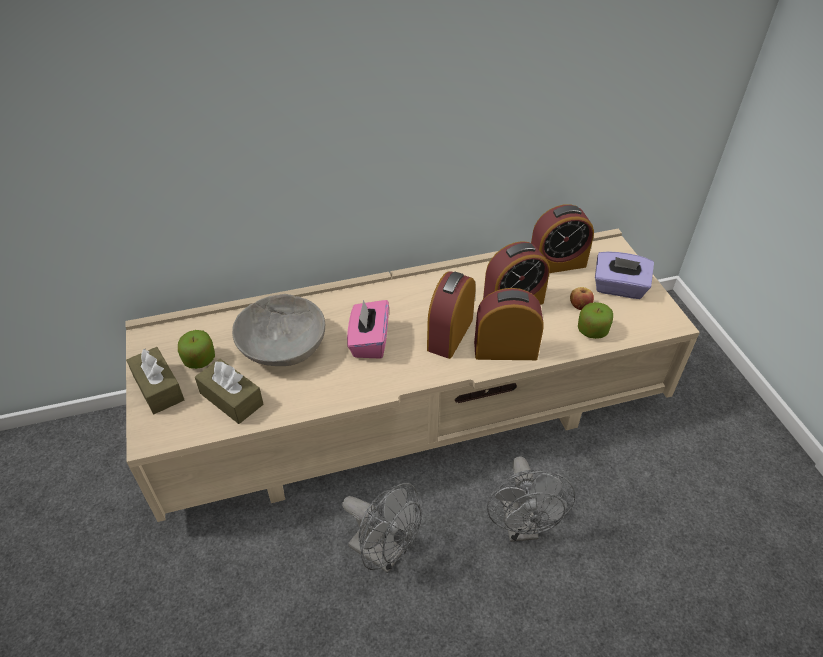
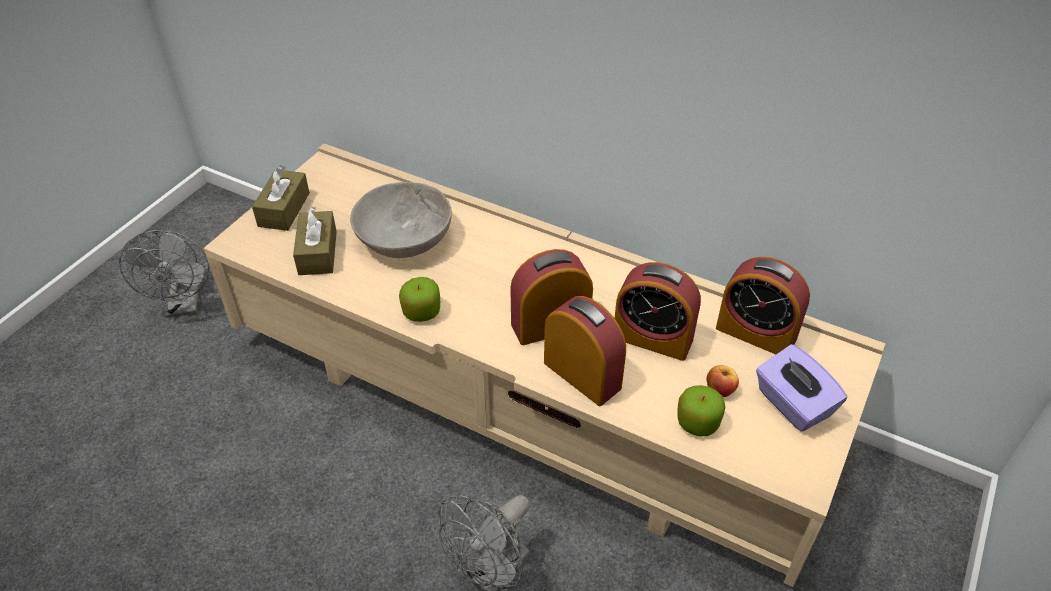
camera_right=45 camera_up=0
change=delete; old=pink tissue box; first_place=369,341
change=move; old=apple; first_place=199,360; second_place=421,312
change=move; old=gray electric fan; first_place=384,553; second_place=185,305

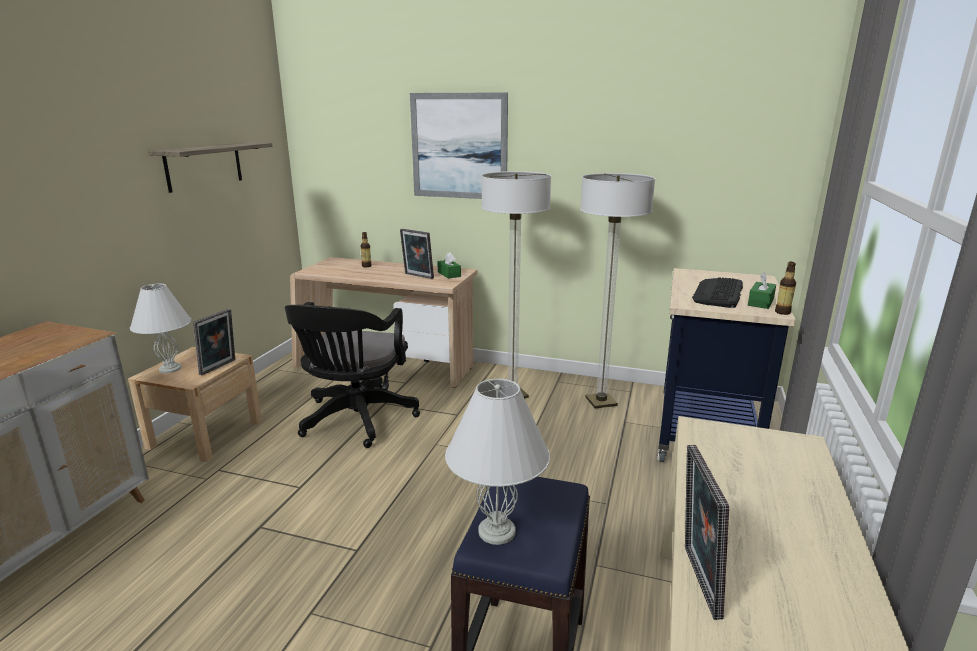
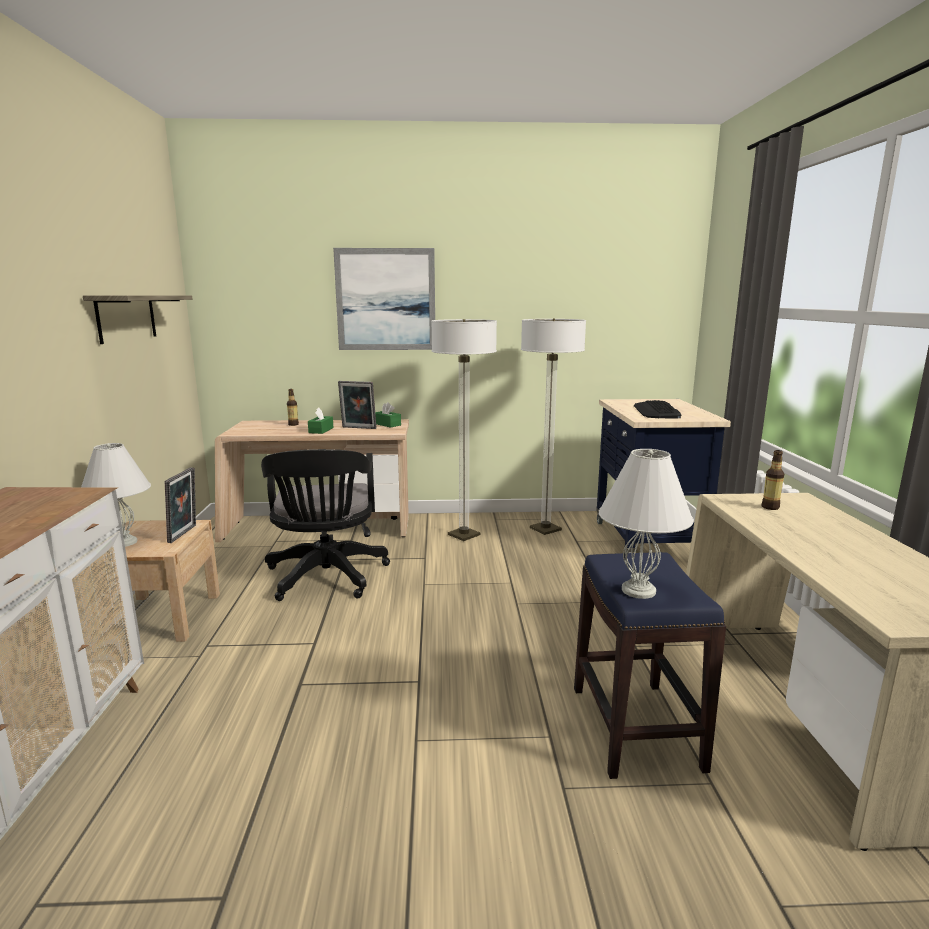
camera_right=-20 camera_up=-5
change=delete; old=standing frame; first_place=696,580
change=move; old=greenish tissue box; first_place=760,302; second_place=321,430
change=move; old=drink bottle; first_place=782,312; second_place=770,507

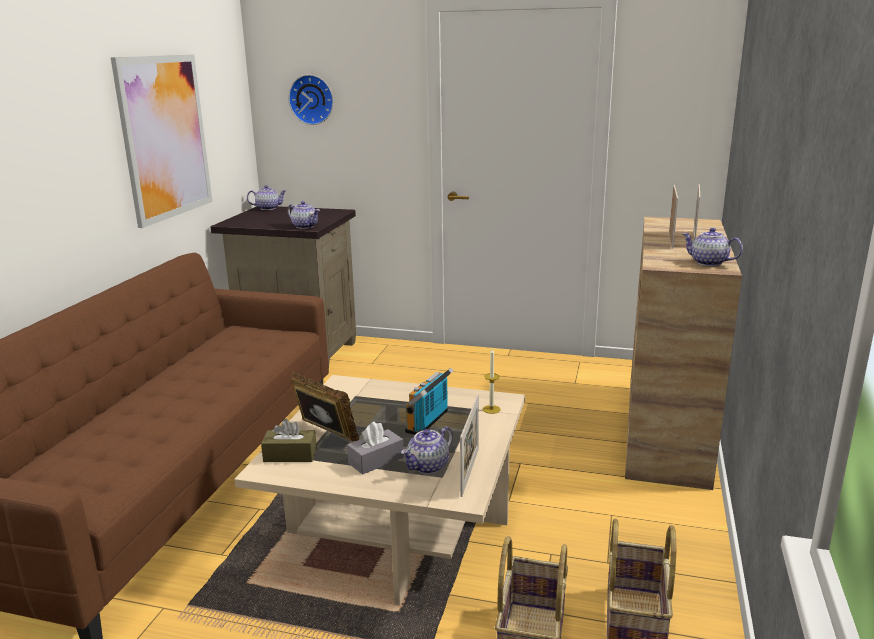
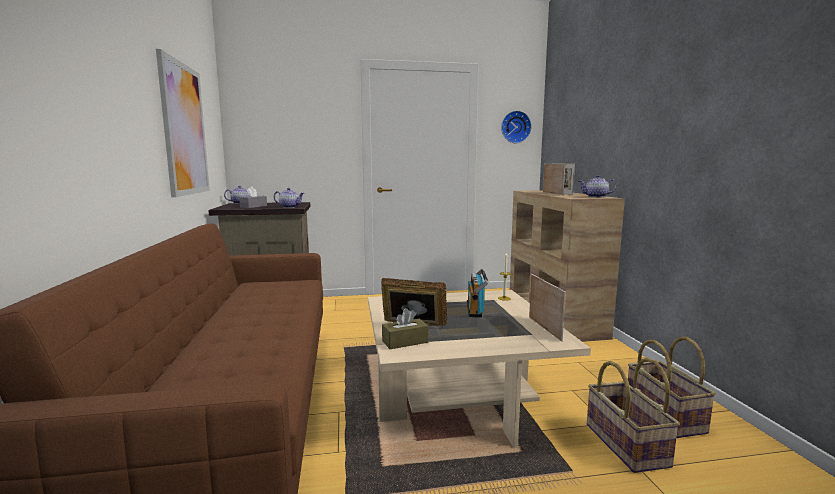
camera_right=-25 camera_up=-10
change=delete; old=tea pot; first_place=428,466
change=move; old=hanging clock; first_place=312,99; second_place=515,127
change=move; old=gray tissue box; first_place=376,460; second_place=253,206

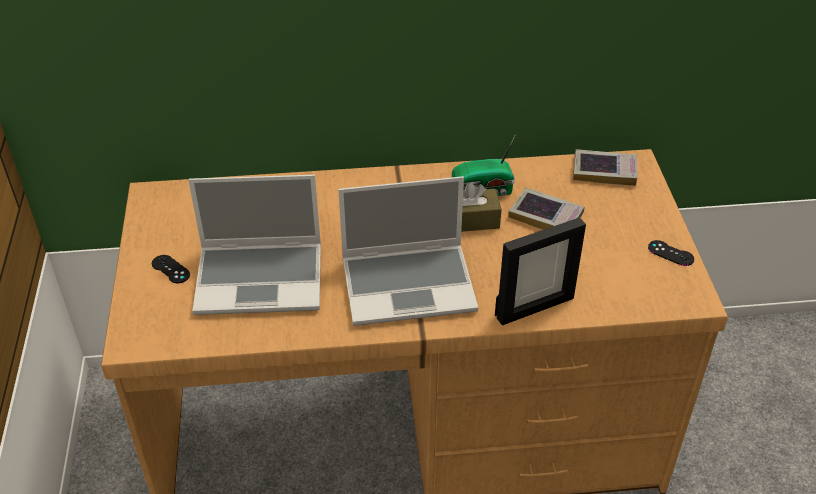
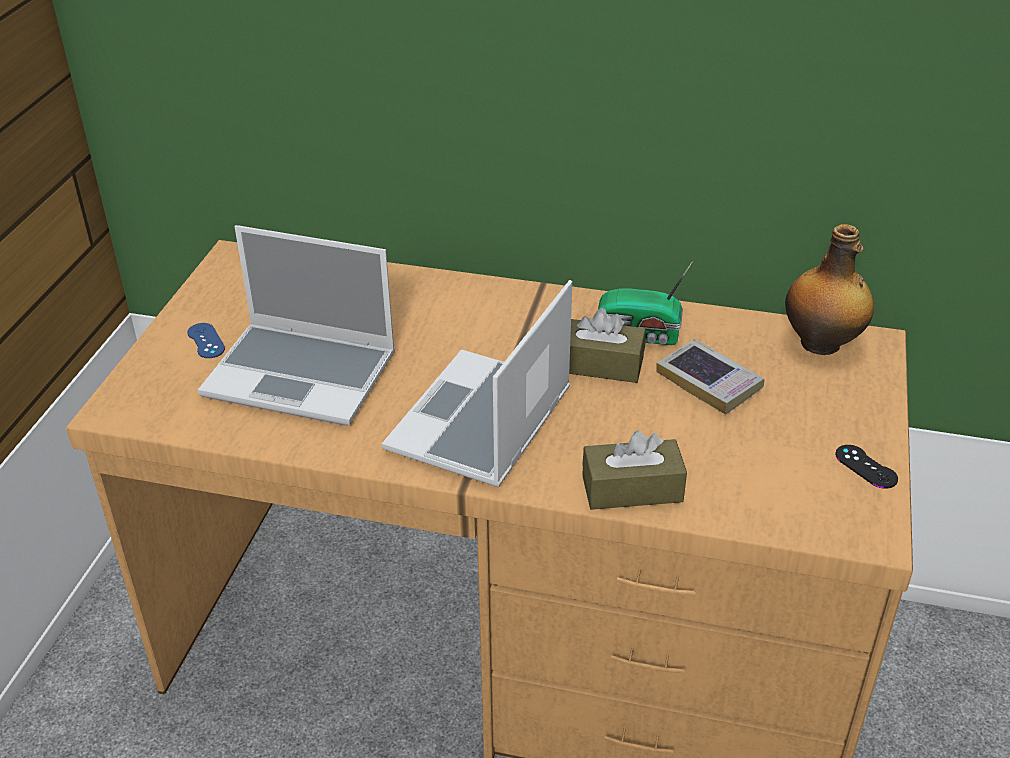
camera_right=20 camera_up=-5
change=replace; old=standing frame; new=brownish tissue box; first_place=534,307; second_place=632,489
change=replace; old=volume; new=drink bottle; first_place=604,171; second_place=821,344
change=recolor; old=black-coloured gamepad; new=blue-coloured gamepad; first_place=170,269; second_place=206,341
change=rotate; old=notebook computer; first_place=410,284; second_place=481,423; degrees=105

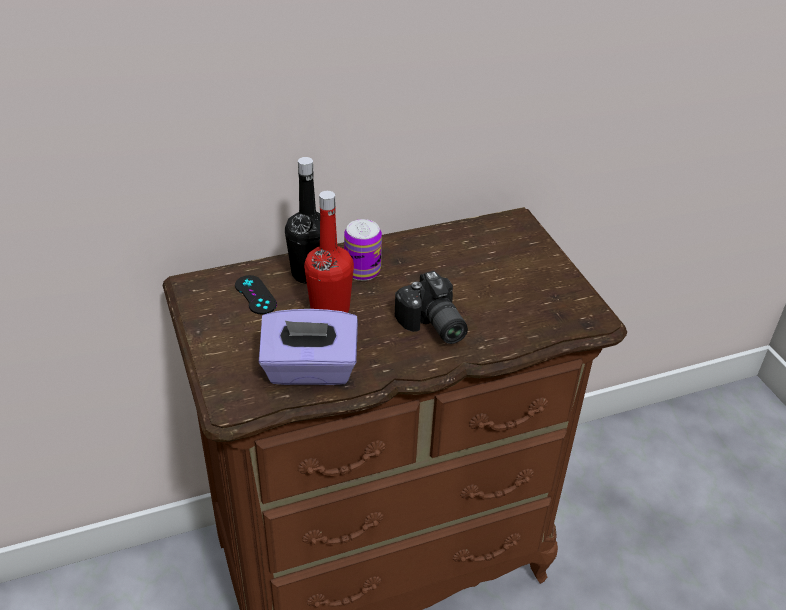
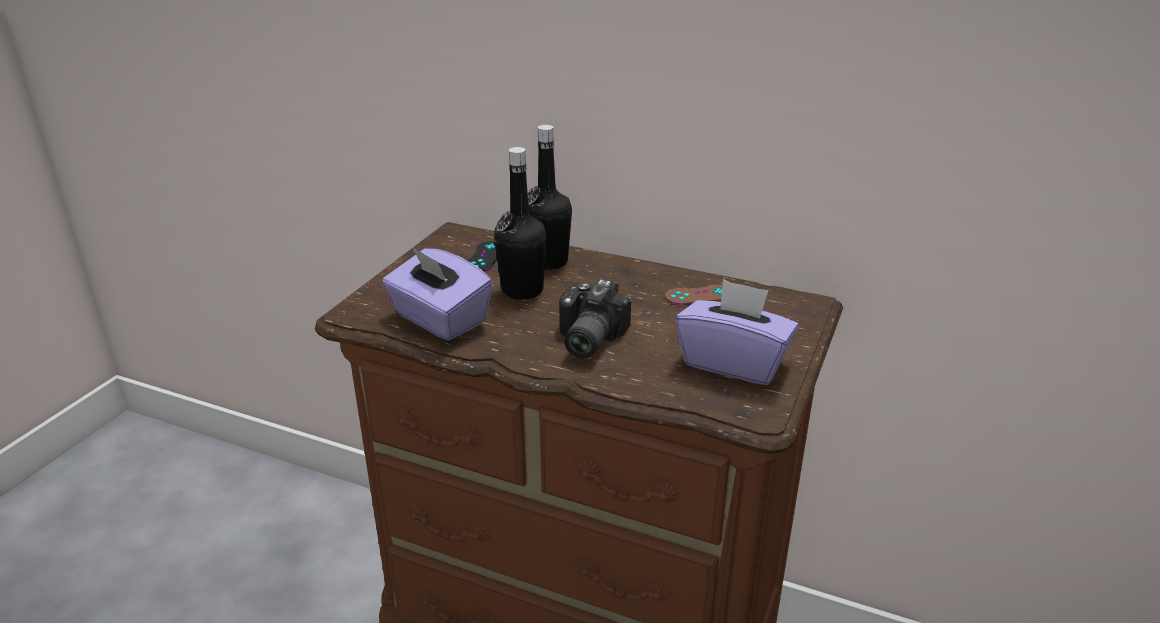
camera_right=45 camera_up=-10
change=delete; old=can; first_place=362,270
change=insert; new=brownish gamepad; second_place=698,295
change=insert; new=purple-coloured tissue box; second_place=734,362
change=recolor; old=reddish drink bottle; new=black-coloured drink bottle; first_place=330,309; second_place=522,290

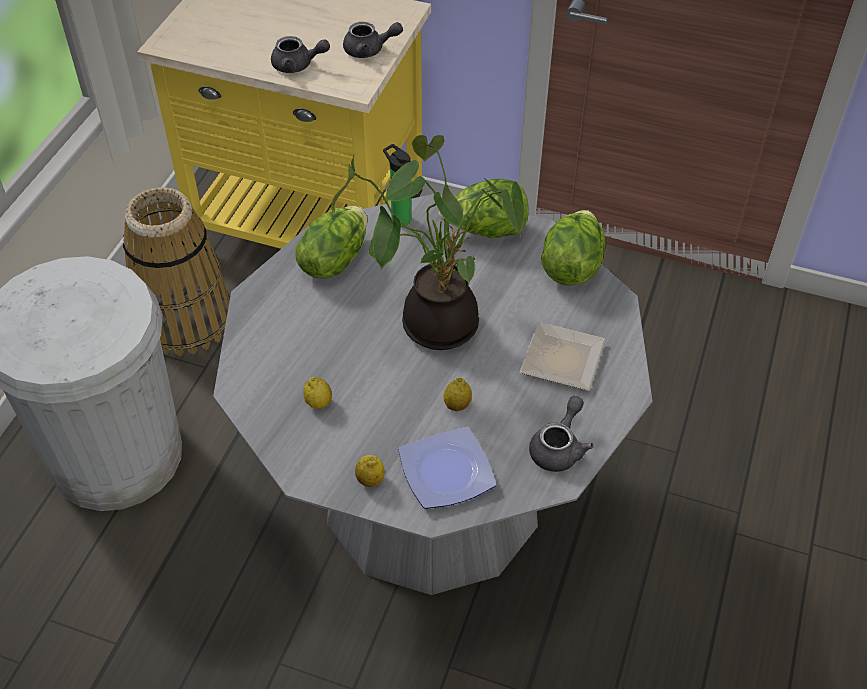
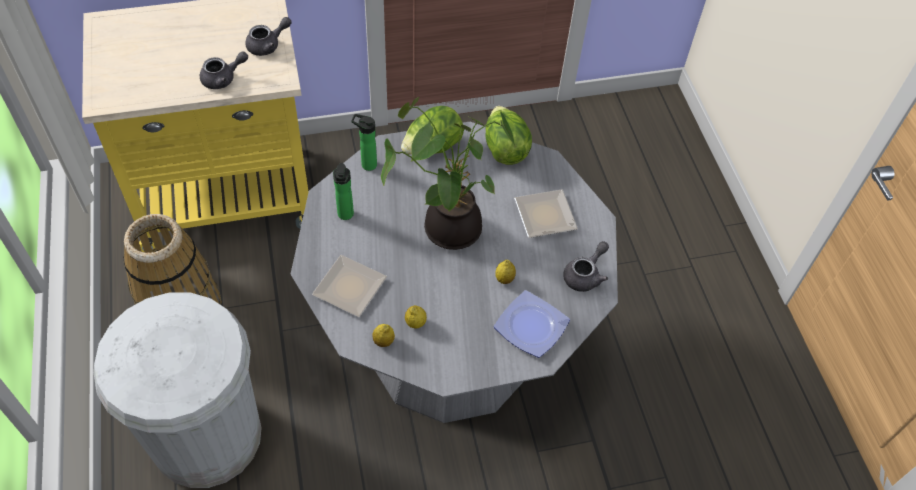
camera_right=-35 camera_up=5
change=insert; new=dinner plate; second_place=350,290
change=move; old=whole lemon; first_place=370,480; second_place=383,341
change=replace; old=head of lettuce; new=drink bottle; first_place=333,260; second_place=345,216
change=rotate; old=gray tea pot; first_place=559,448; second_place=585,275; degrees=45

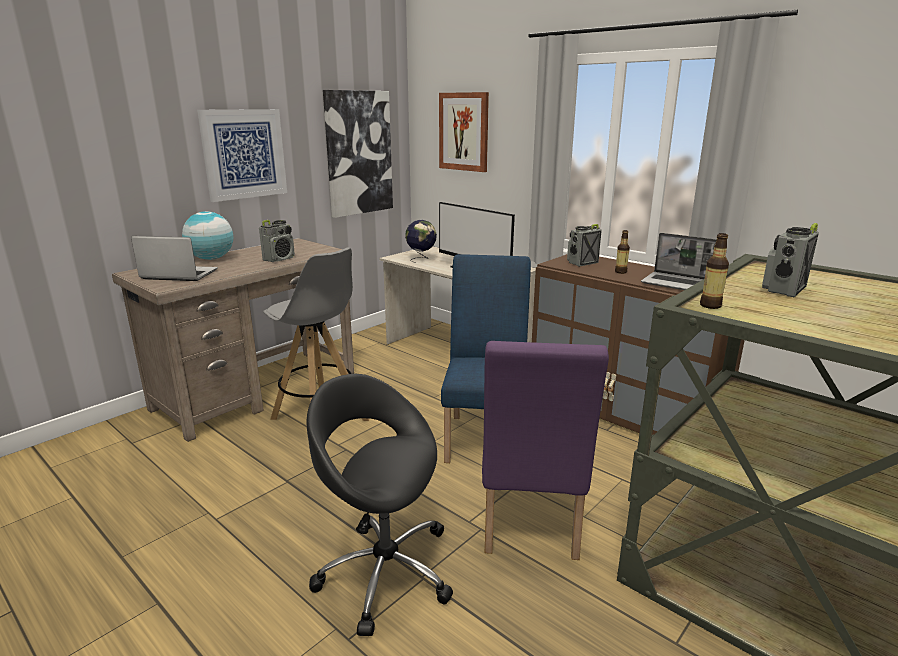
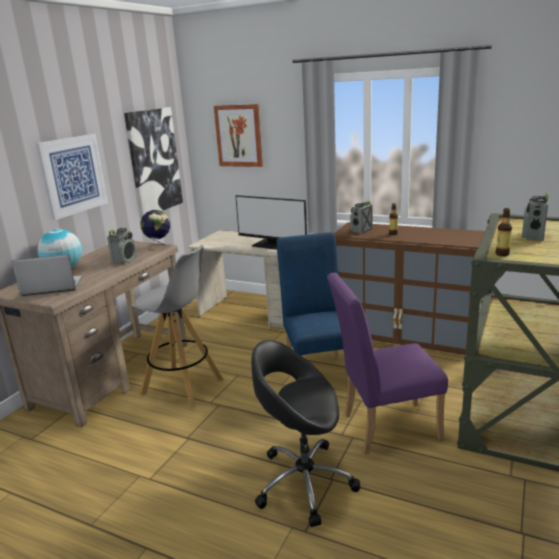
camera_right=-15 camera_up=0
change=delete; old=notebook computer; first_place=679,284
change=move; old=world globe; first_place=421,259; second_place=158,246
change=rotate; old=purple-coloured plain chair; first_place=529,525; second_place=383,427; degrees=90

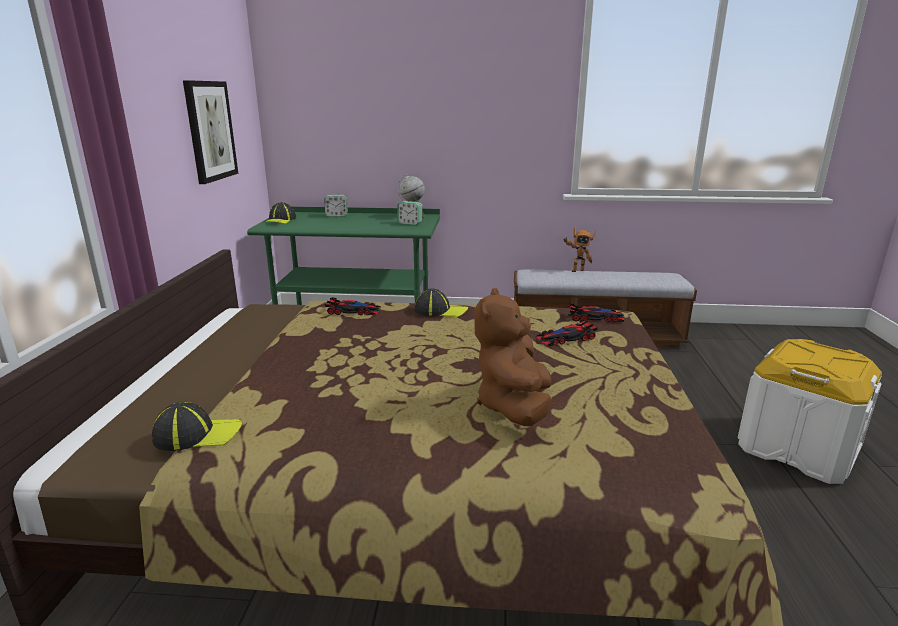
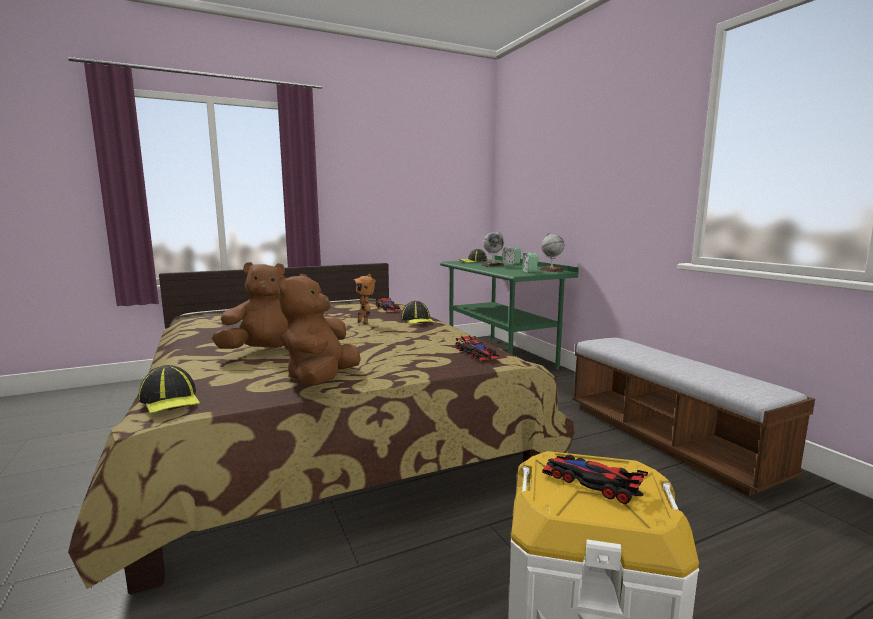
camera_right=60 camera_up=-10
change=delete; old=wall art; first_place=210,131
change=insert; new=brownish soft toy; second_place=322,380
change=insert; new=world globe; second_place=493,265
change=move; old=baseball cap; first_place=197,434; second_place=171,399
change=move; old=toy car; first_place=565,338; second_place=591,481
change=move; old=toy robot; first_place=576,270; second_place=364,322

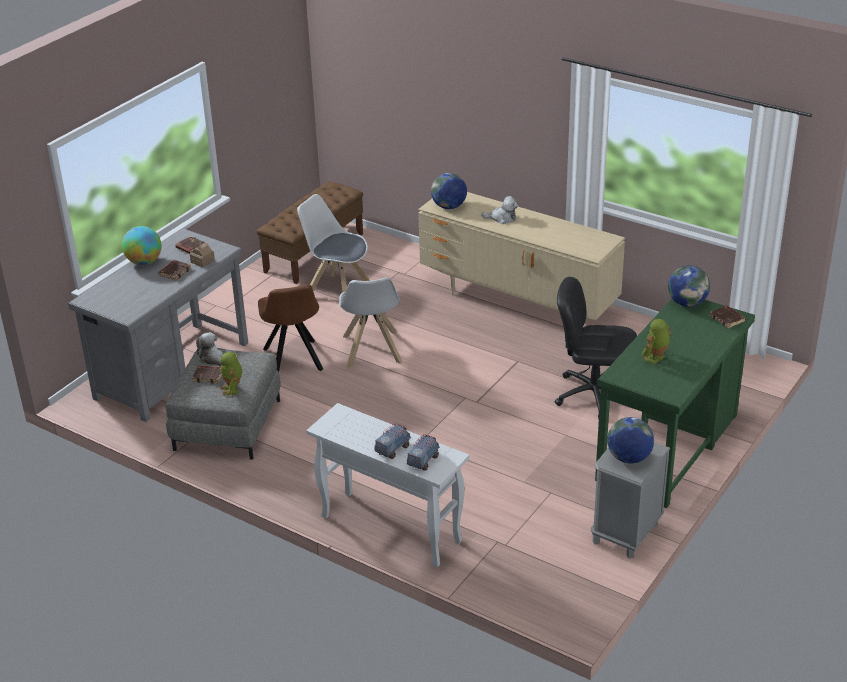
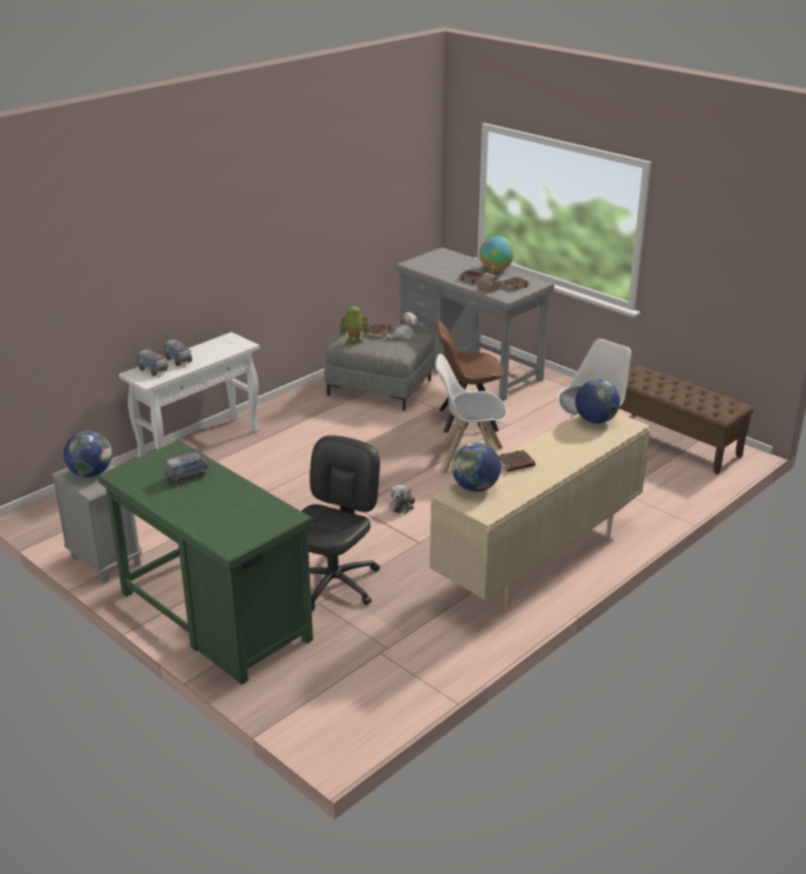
camera_right=100 camera_up=-5
change=move; old=soft toy; first_place=502,218; second_place=402,505
change=move; old=world globe; first_place=687,303; second_place=475,488
change=move; old=brownish volume; first_place=728,319; second_place=515,464
change=replace; old=toy robot; new=model truck; first_place=655,359; second_place=187,476

